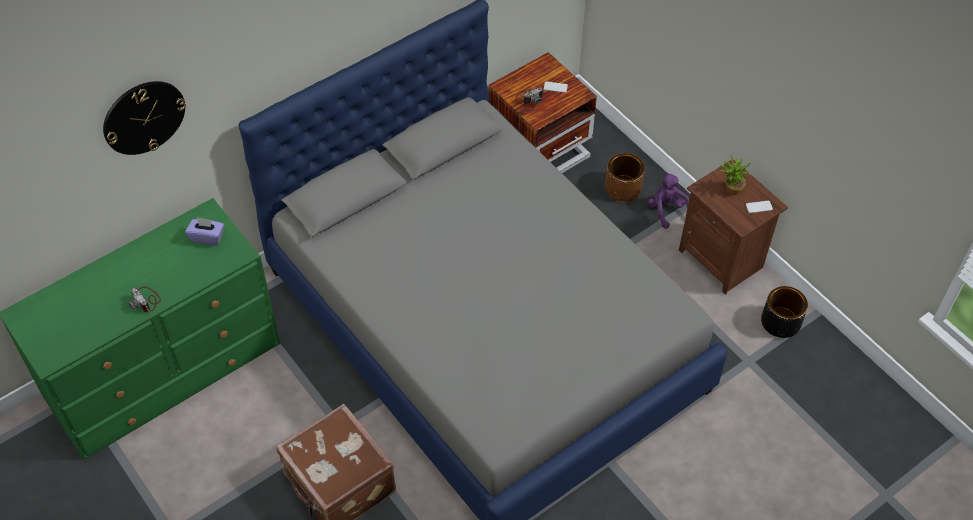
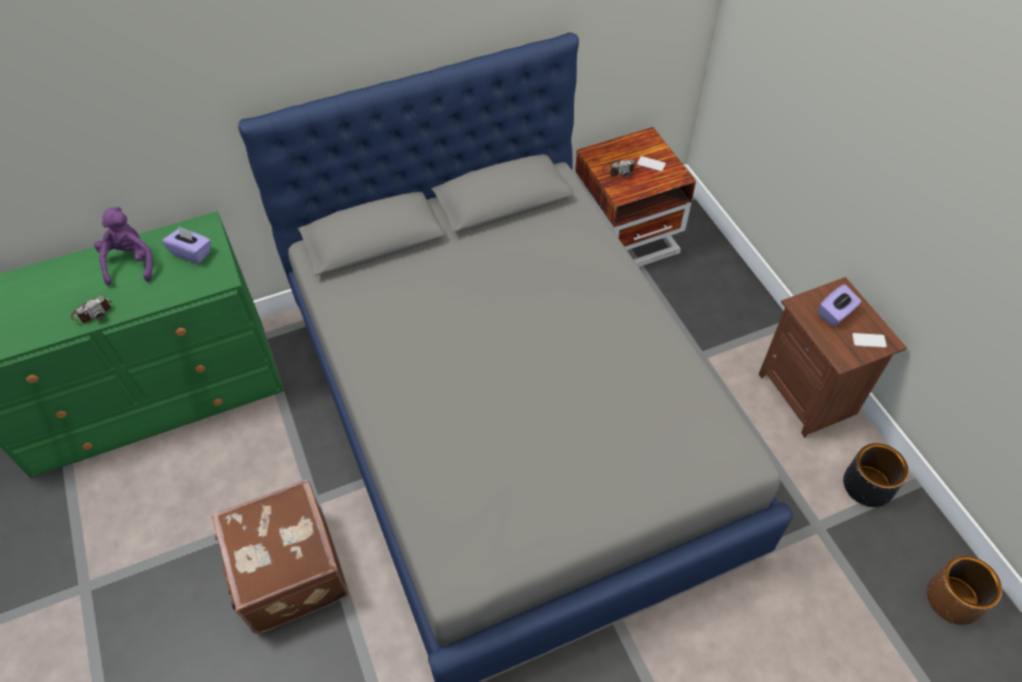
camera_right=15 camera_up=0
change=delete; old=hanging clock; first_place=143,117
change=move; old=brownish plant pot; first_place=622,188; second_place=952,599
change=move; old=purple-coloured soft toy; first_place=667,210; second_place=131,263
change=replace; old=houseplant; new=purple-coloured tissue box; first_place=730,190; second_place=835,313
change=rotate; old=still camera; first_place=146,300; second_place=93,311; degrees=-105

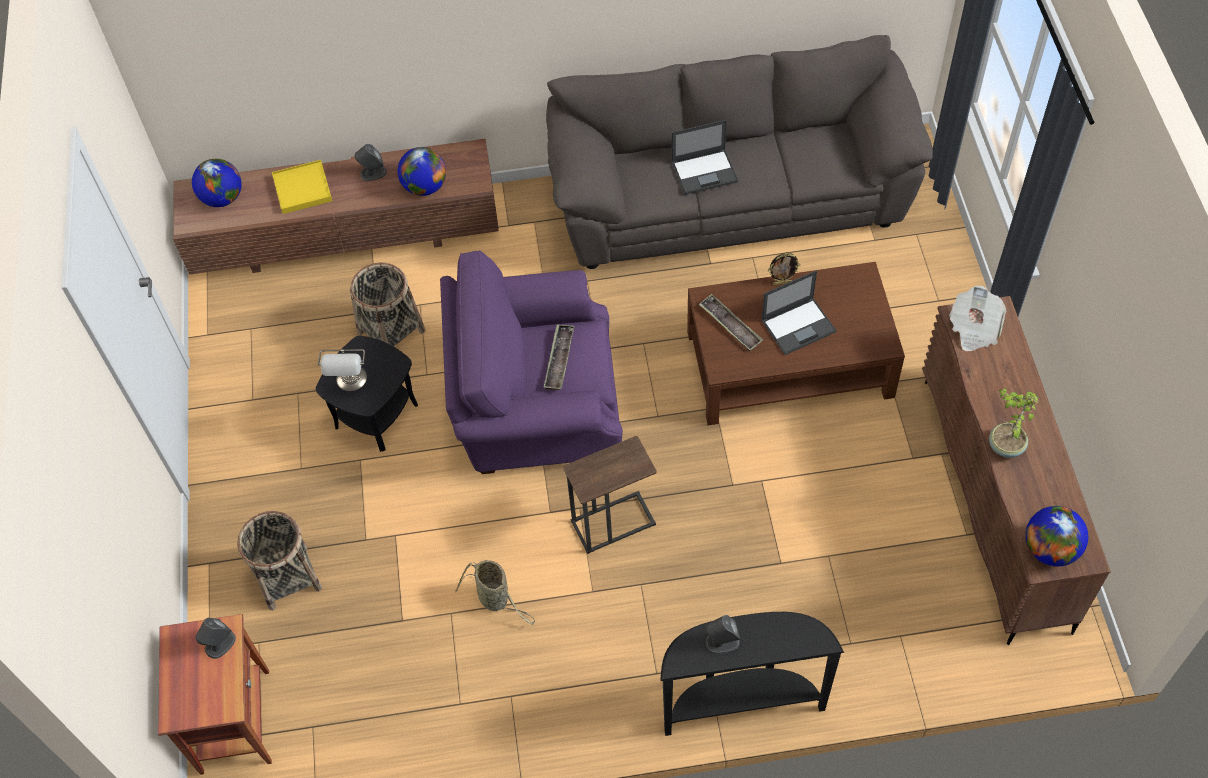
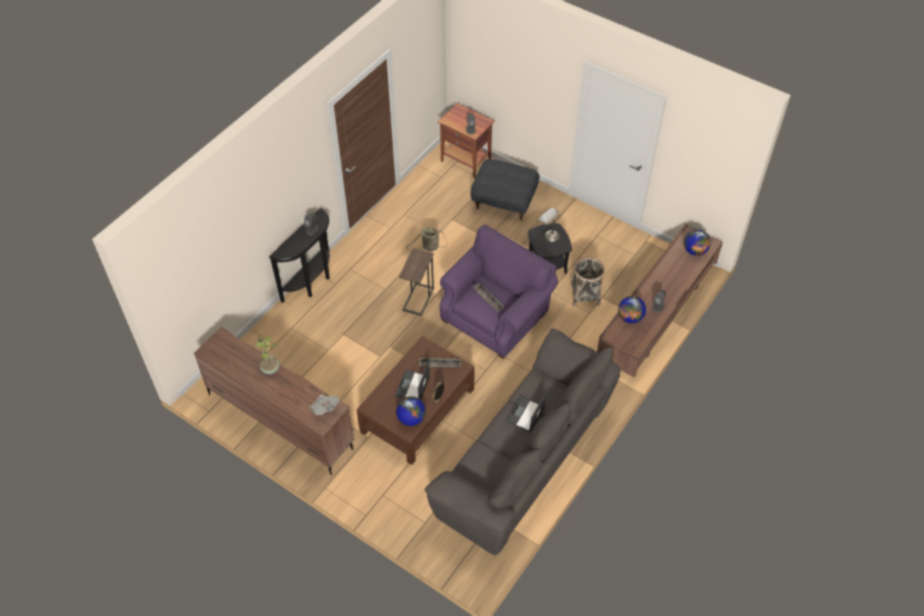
camera_right=130 camera_up=-5
change=delete; old=yellow serving tray; first_place=303,189
change=move; old=world globe; first_place=1050,549; second_place=411,418
change=replace; old=household basket; new=gray ottoman; first_place=288,577; second_place=504,201

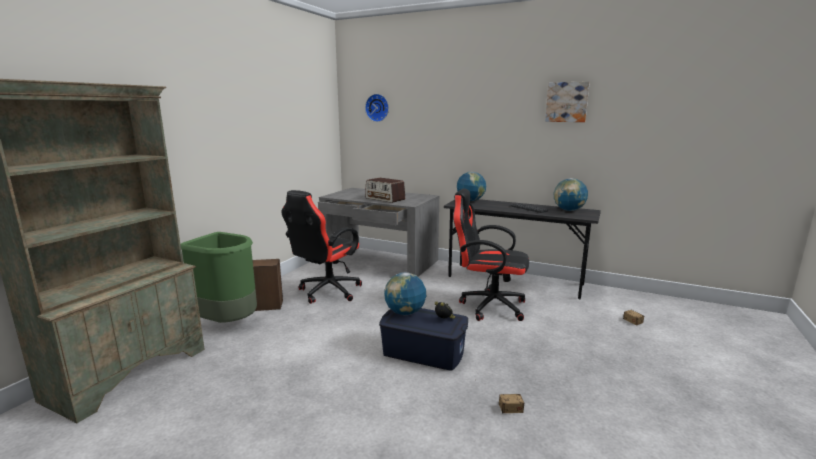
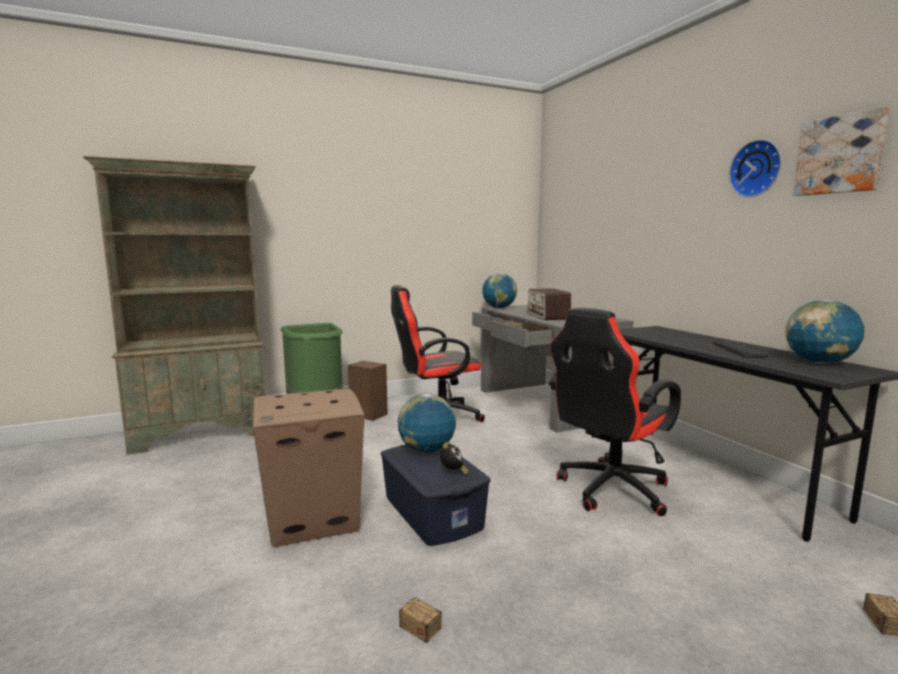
camera_right=40 camera_up=-5
change=insert; new=cardboard box; second_place=314,517
change=move; old=hanging clock; first_place=378,107; second_place=757,169
change=move; old=world globe; first_place=470,200; second_place=499,308
change=rotate; old=black-coloured computer chair; first_place=487,306; second_place=608,493; degrees=-105

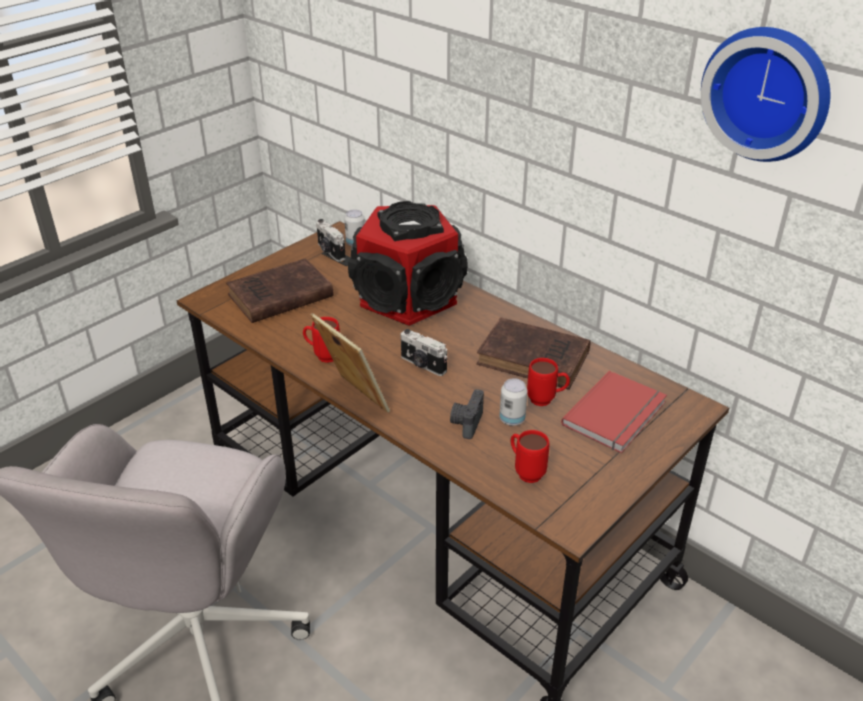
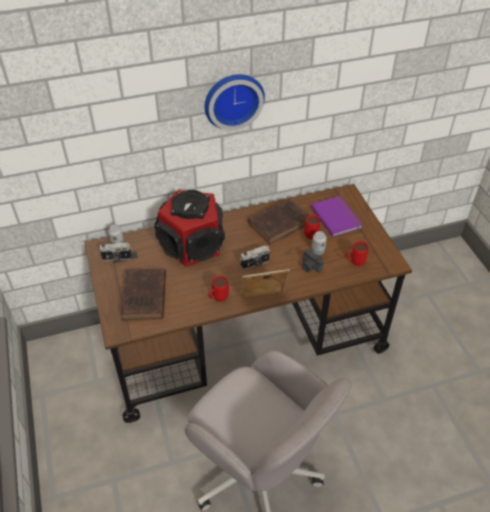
camera_right=-60 camera_up=10
change=move; old=hanging clock; first_place=768,92; second_place=233,99
change=recolor; old=reddish volume; new=purple-coloured volume; first_place=617,415; second_place=337,217

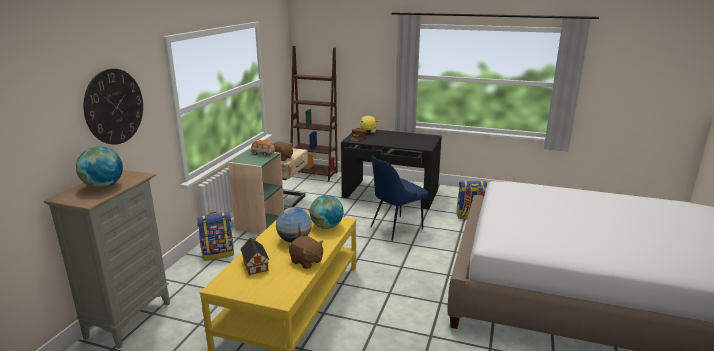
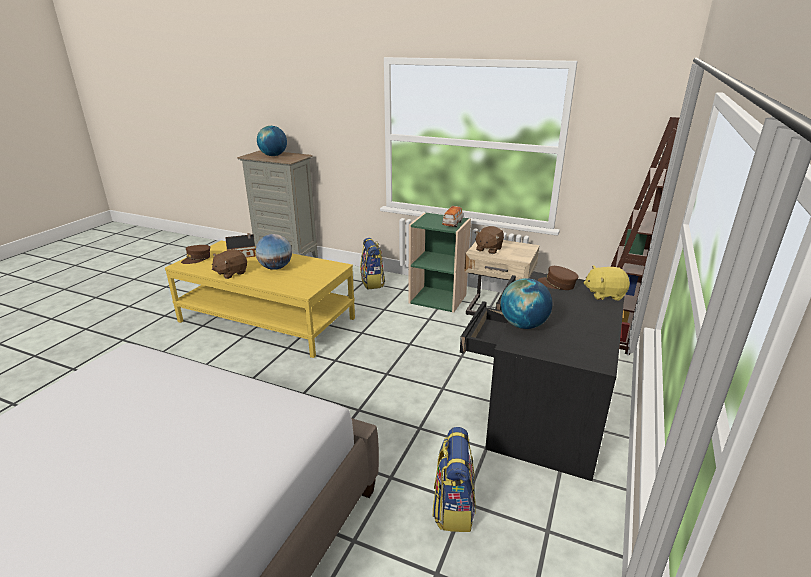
camera_right=95 camera_up=5
change=delete; old=hanging clock; first_place=114,106
change=delete; old=blue-coloured plain chair; first_place=396,228
change=insert; new=brownish baseball cap; second_place=197,259
change=move; old=world globe; first_place=327,226; second_place=523,325

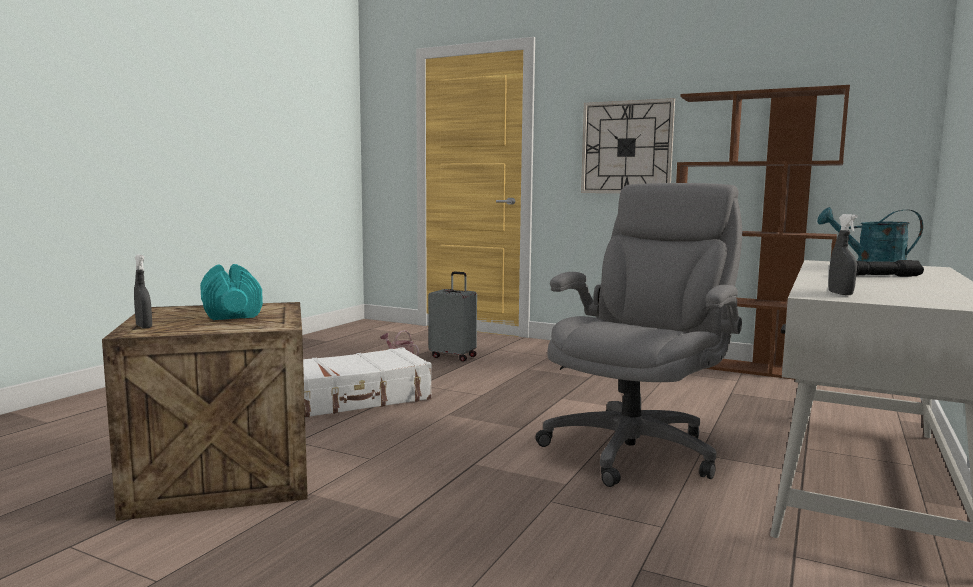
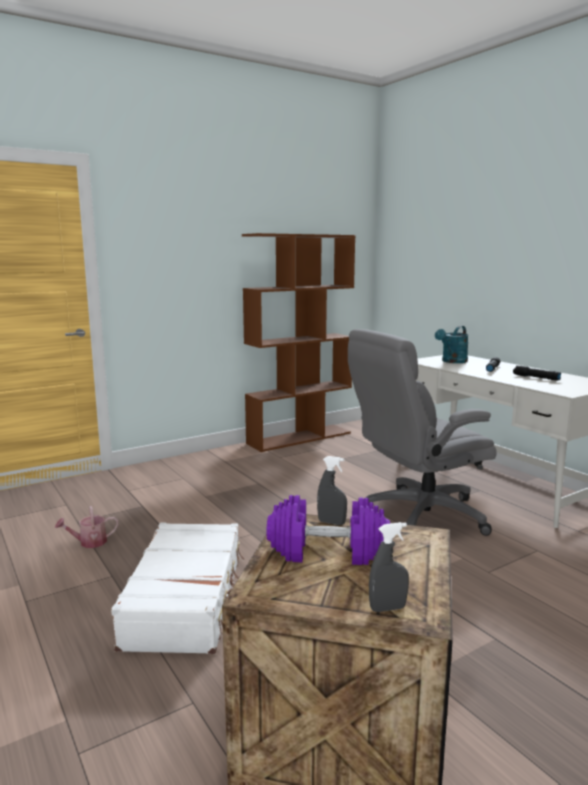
camera_right=-60 camera_up=5
change=delete; old=gray travel case; first_place=454,356
change=delete; old=hanging clock; first_place=626,147
change=insert; new=black-coloured torch; second_place=535,378
change=move; old=gray spray bottle; first_place=840,293; second_place=331,522
change=recolor; old=turquoise-coloured hand weight; new=purple-coloured hand weight; first_place=232,313; second_place=328,551
change=rotate; old=gray computer chair; first_place=637,448; second_place=417,517; degrees=-90

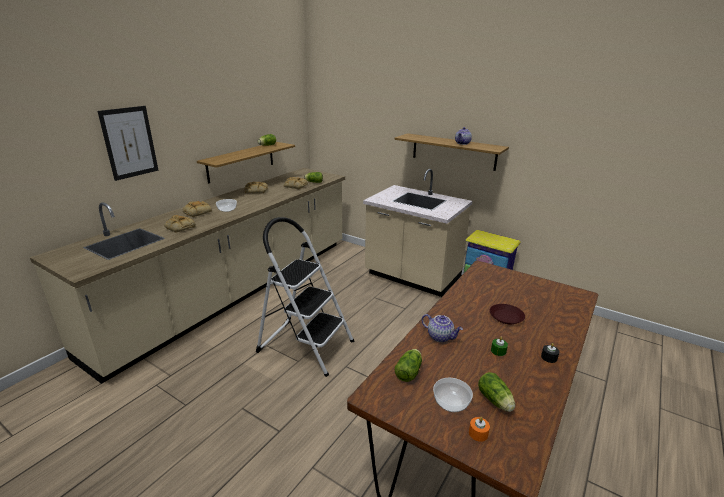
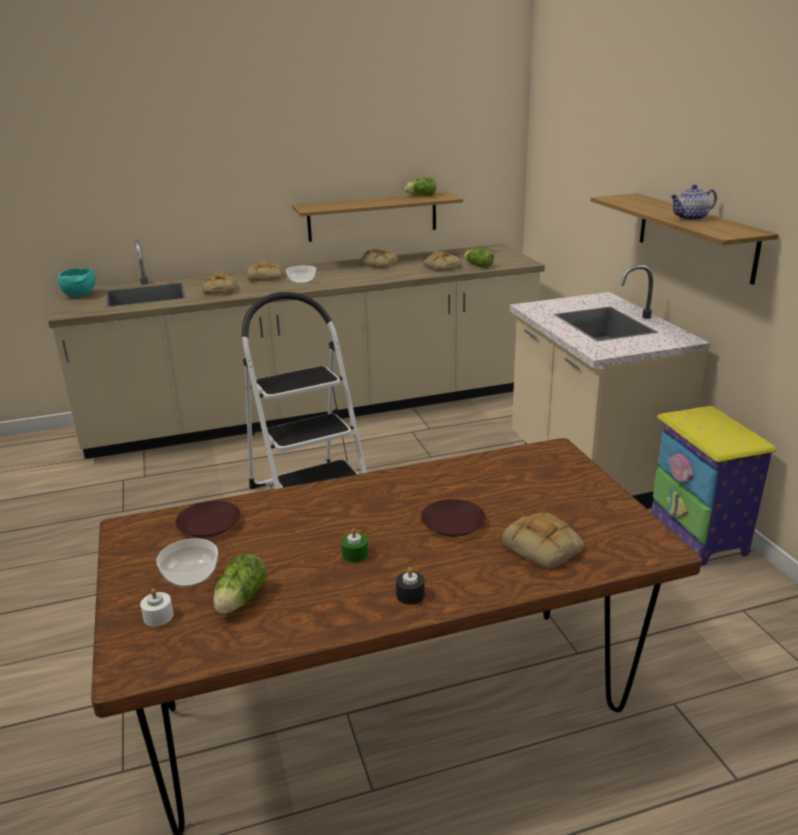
camera_right=40 camera_up=0
change=delete; old=wall art; first_place=129,142
change=delete; old=tea pot; first_place=440,336
change=insert; new=turquoise-coloured deep dish; second_place=80,296
change=insert; new=bakery bread; second_place=544,547
change=replace; old=head of lettuce; new=brownish dinner plate; first_place=409,371; second_place=208,524
change=recolor; old=orange candle; new=whitish candle; first_place=478,433; second_place=158,616

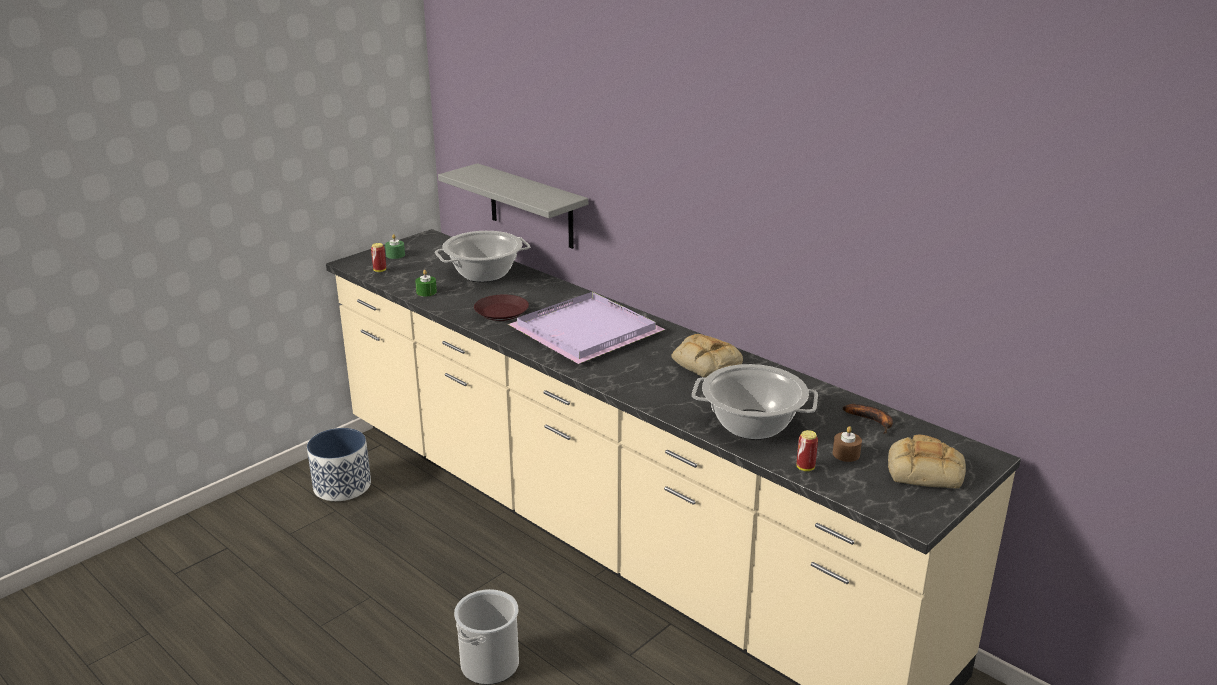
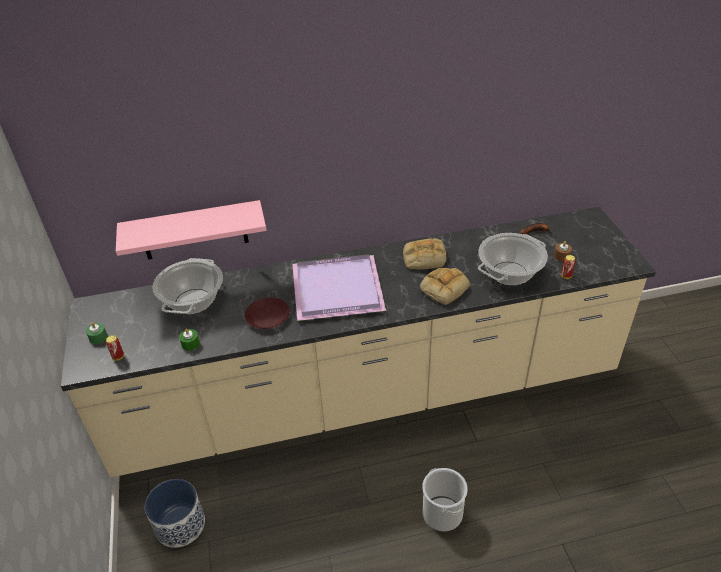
camera_right=-55 camera_up=15
change=move; old=bakery bread; first_place=926,470; second_place=444,288
change=recolor; old=gray bracket shelf; new=pink bracket shelf; first_place=531,206; second_place=194,231

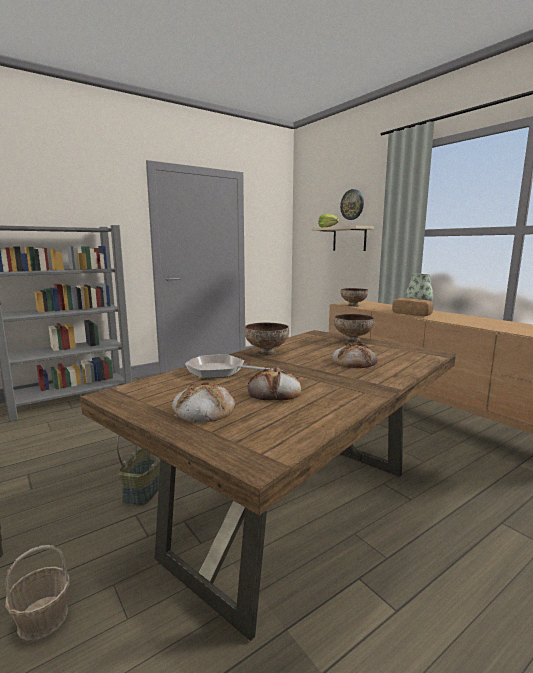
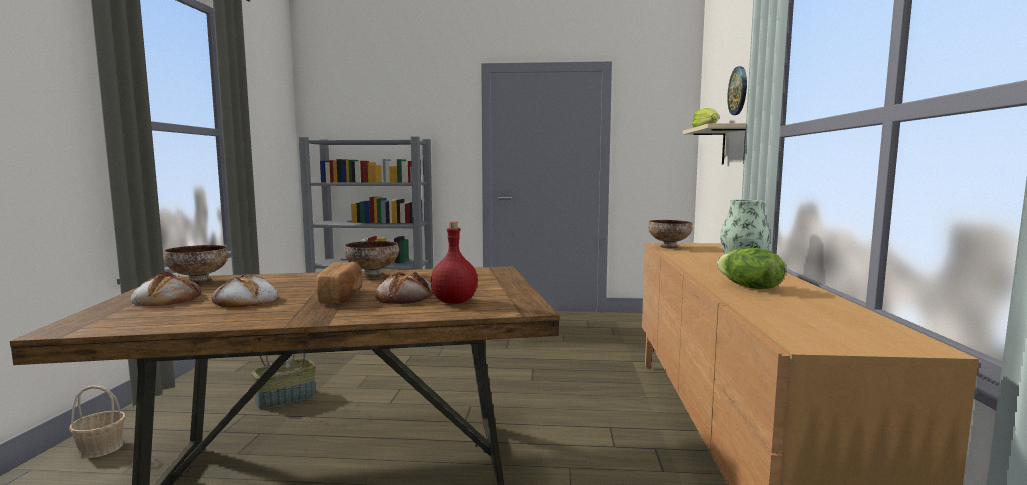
camera_right=40 camera_up=-5
change=delete; old=frying pan; first_place=219,371
change=insert; new=reddish drink bottle; second_place=455,302
change=insert; new=head of lettuce; second_place=749,287
change=move; old=deep dish; first_place=352,340; second_place=198,282
change=move; old=bakery bread; first_place=412,314; second_place=343,296

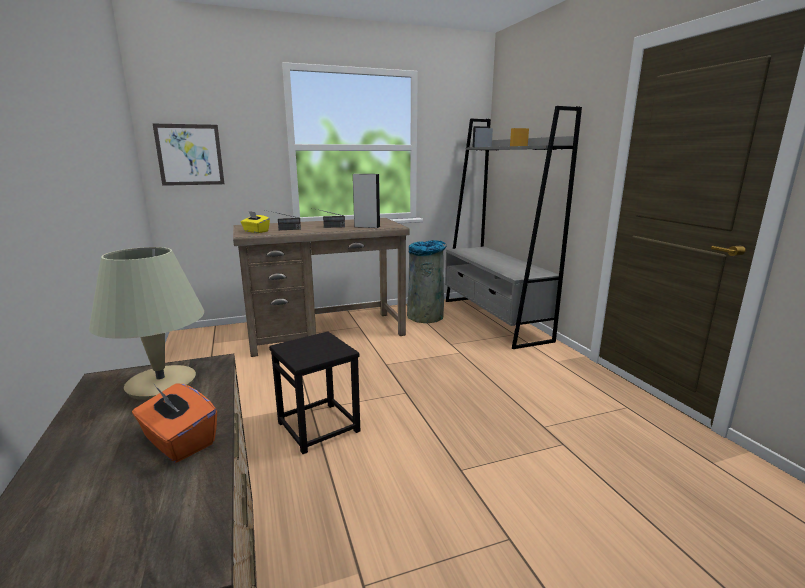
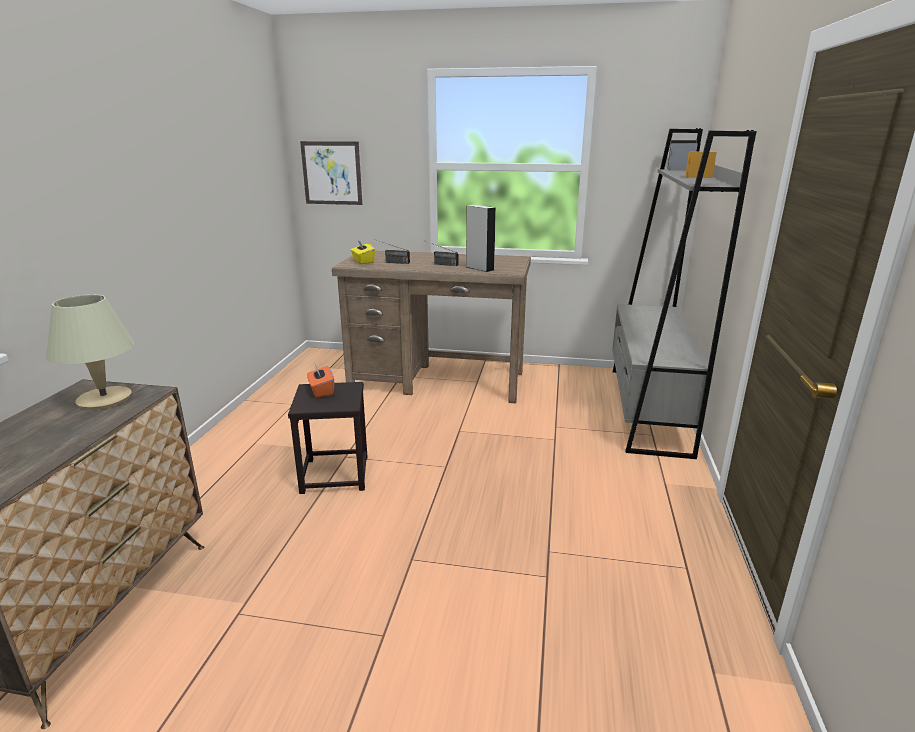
camera_right=30 camera_up=5
change=delete; old=gray rubbish bin; first_place=425,316
change=move; old=orange tissue box; first_place=178,442; second_place=321,391

